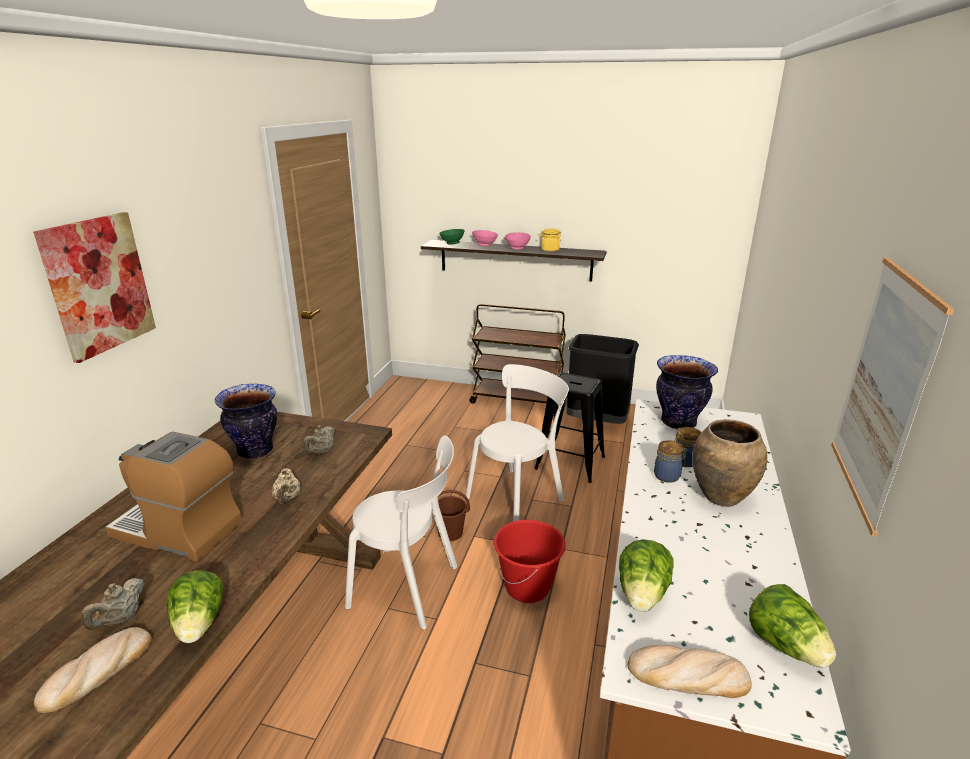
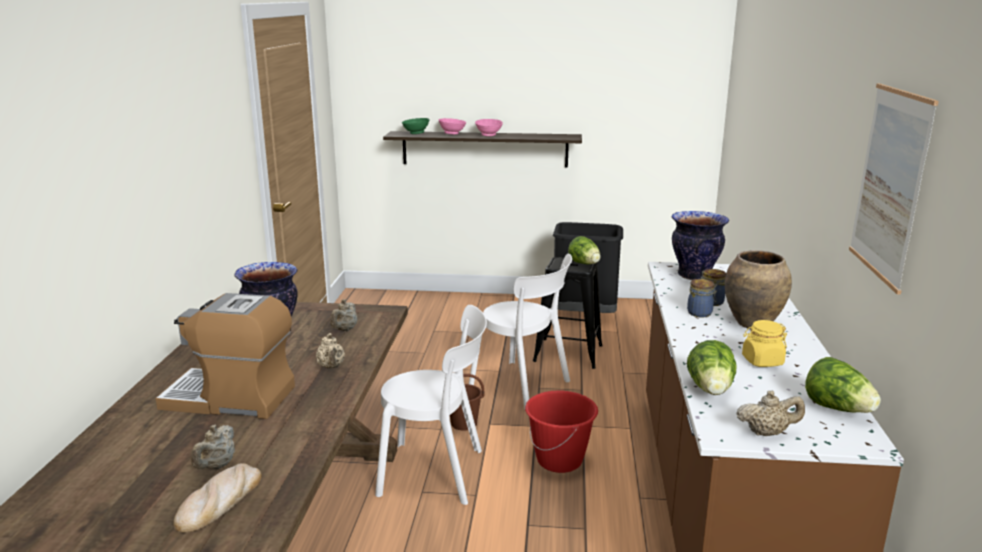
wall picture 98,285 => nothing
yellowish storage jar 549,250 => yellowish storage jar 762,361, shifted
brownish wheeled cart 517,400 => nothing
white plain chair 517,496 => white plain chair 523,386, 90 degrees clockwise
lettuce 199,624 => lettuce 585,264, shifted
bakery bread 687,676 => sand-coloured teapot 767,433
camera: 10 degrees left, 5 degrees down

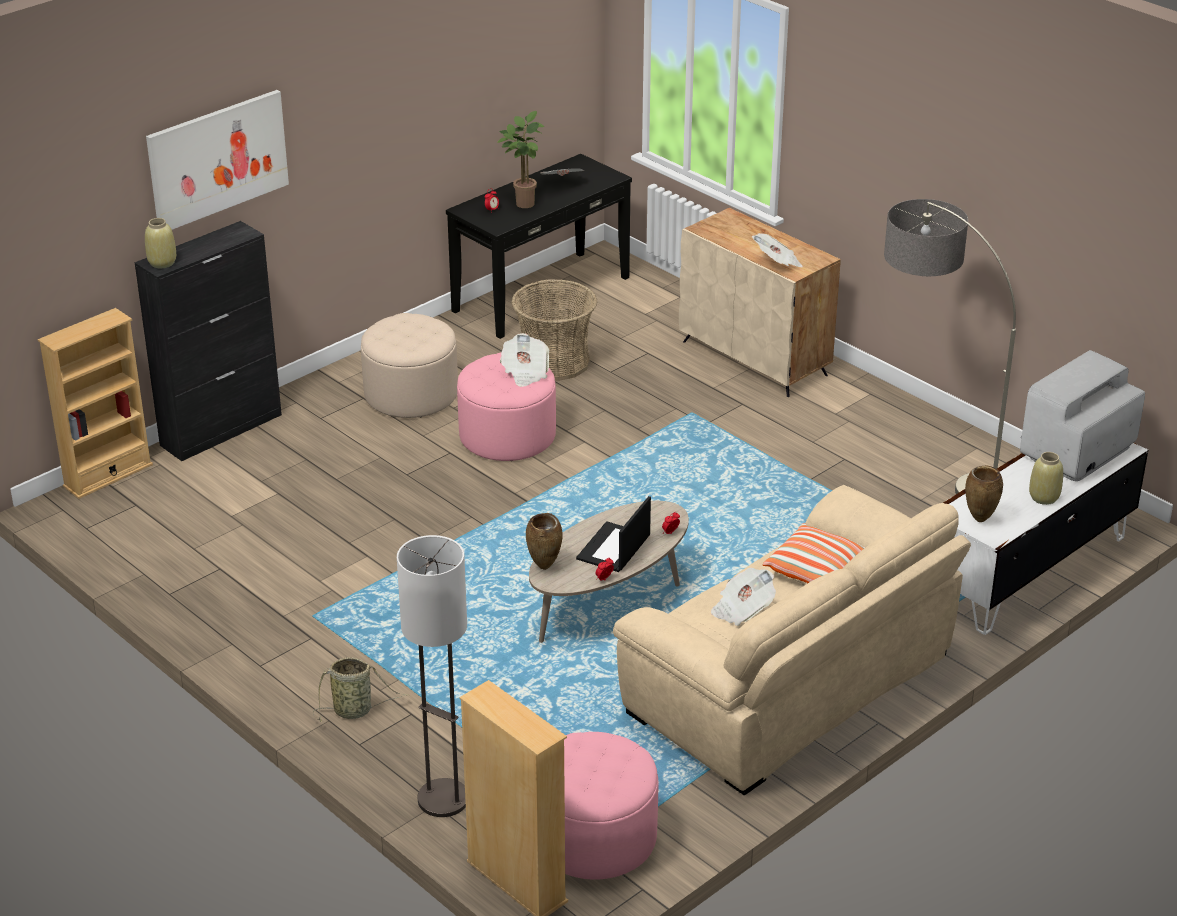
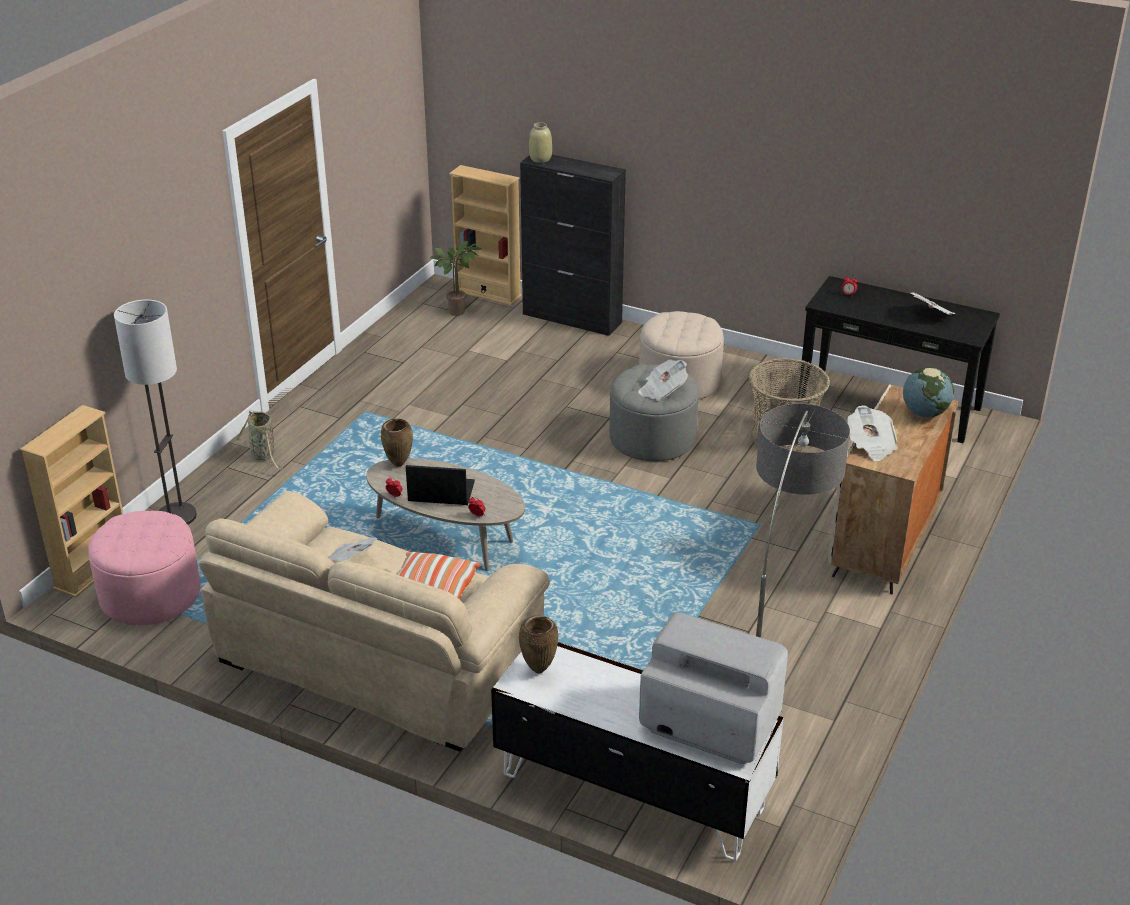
wall picture 217,160 => nothing
potted plant 523,202 => potted plant 458,311, shifted
pink-coloured footrest 507,435 => greyish footrest 652,438
sand-coloured flower vase 1044,497 => nothing
nothing => desk globe 924,413
camera: 70 degrees right, 0 degrees up

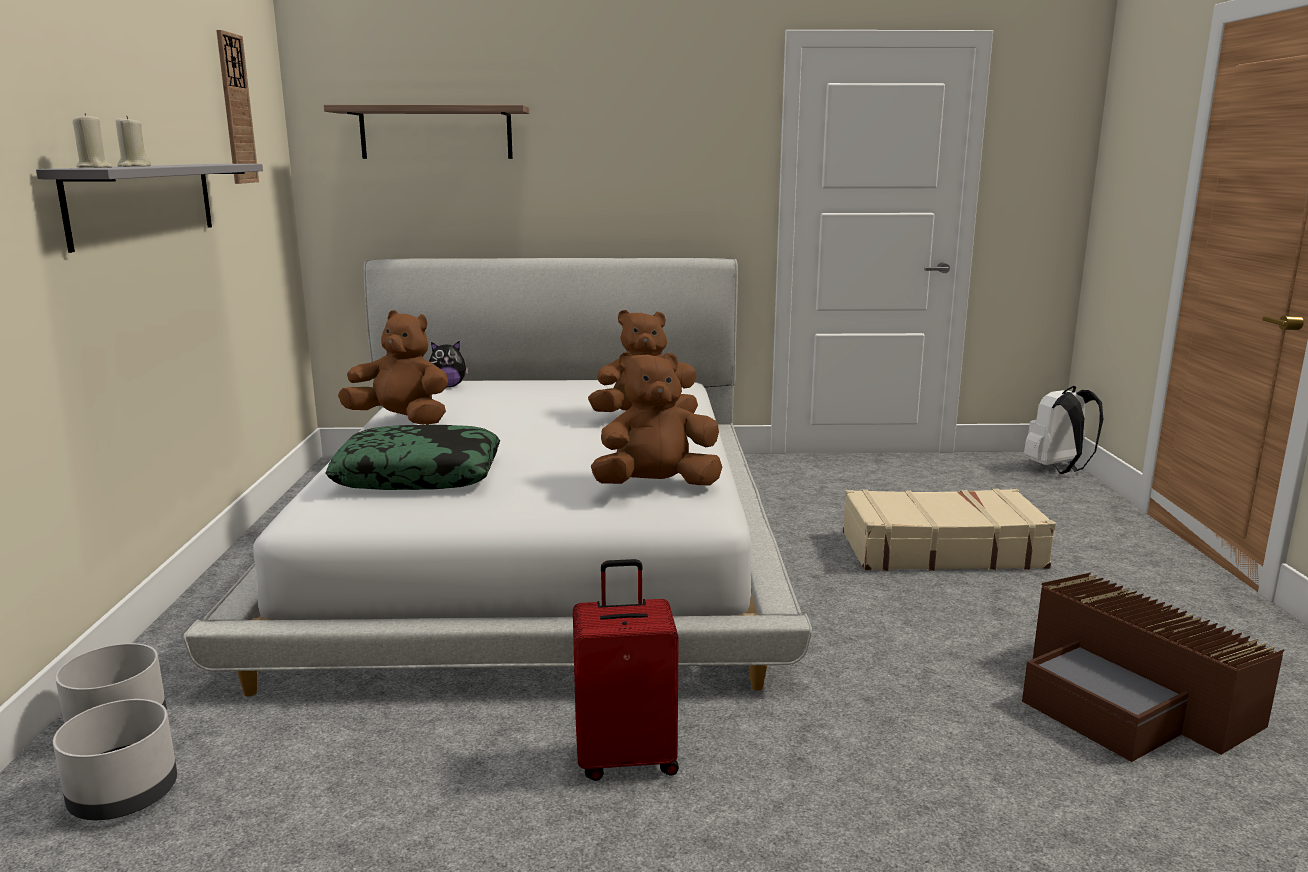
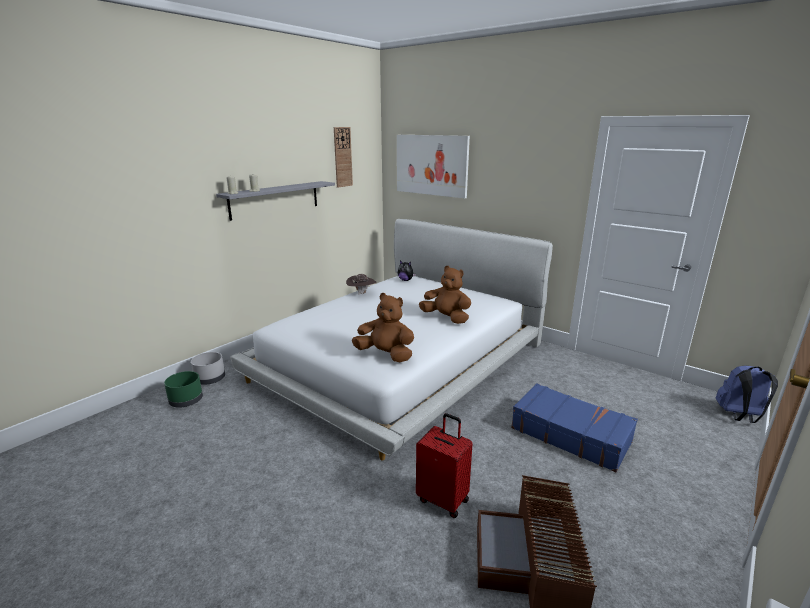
bracket shelf 436,133 => wall picture 431,165
brownish plush toy 401,420 => brownish wearable hat 361,293
white knapsack 1058,469 => blue-coloured knapsack 739,416
pillow 419,475 => nothing
sand-coloured travel case 940,550 => blue-coloured travel case 570,434
red travel case 626,758 => red travel case 443,499, shifted
greyish flower pot 124,796 => green-coloured flower pot 186,401
camera: 40 degrees right, 5 degrees up

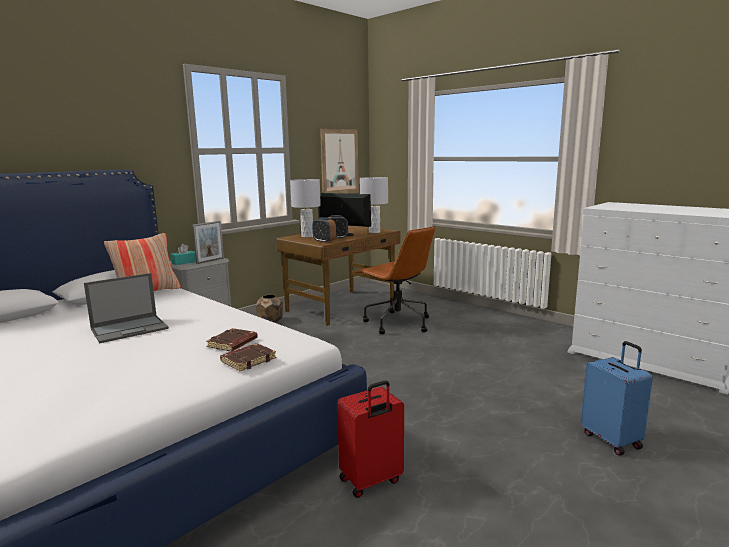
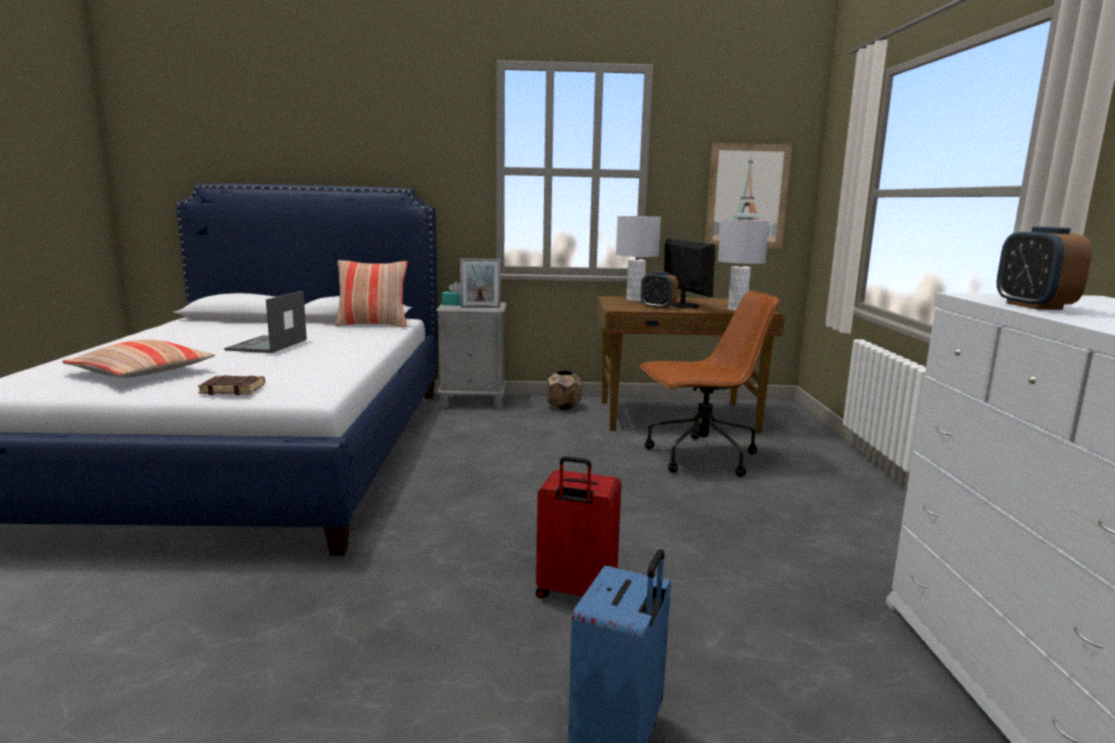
table clock 324,241 => table clock 1033,306, shifted
brownish office chair 396,323 => brownish office chair 700,457, 105 degrees counterclockwise
notebook computer 130,329 => notebook computer 267,345, 90 degrees clockwise
brownish book 233,343 => nothing
red travel case 371,481 => red travel case 575,593, shifted
nothing => pillow 143,373
camera: 45 degrees right, 0 degrees up

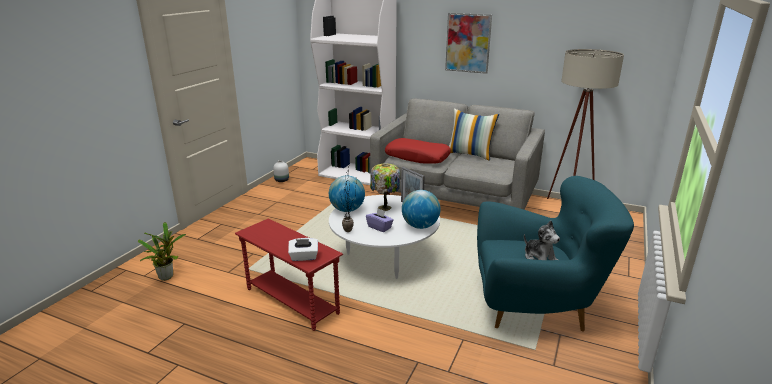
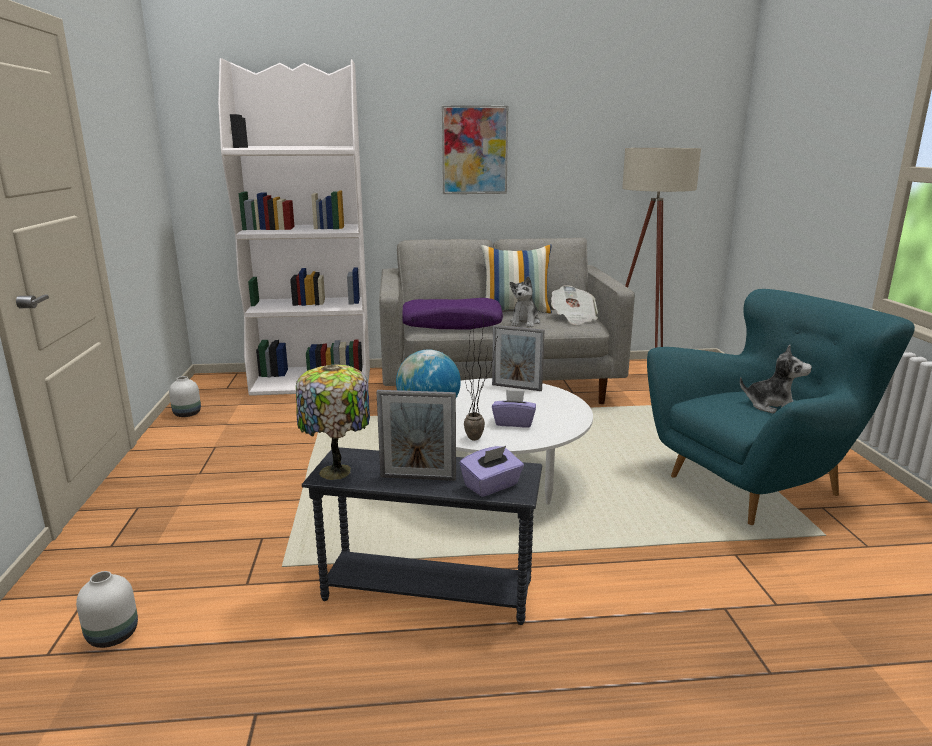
red pillow 417,157 => purplish pillow 452,324
tabletop lamp 384,208 => tabletop lamp 337,473, shifted
desk globe 420,226 => nothing
red side table 291,301 => greyish side table 427,592
potted plant 167,276 => white flower vase 111,635
white box of tissues 304,257 => purplish box of tissues 492,486
nothing => plush toy 525,322
nothing => daily paper 573,318
nothing => photo frame 418,478
camera: 30 degrees left, 5 degrees down

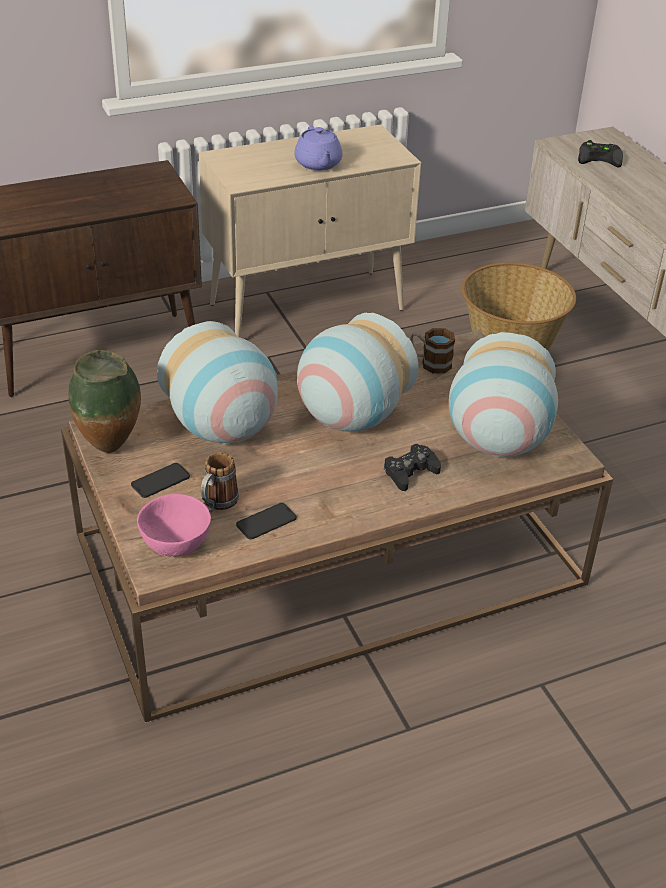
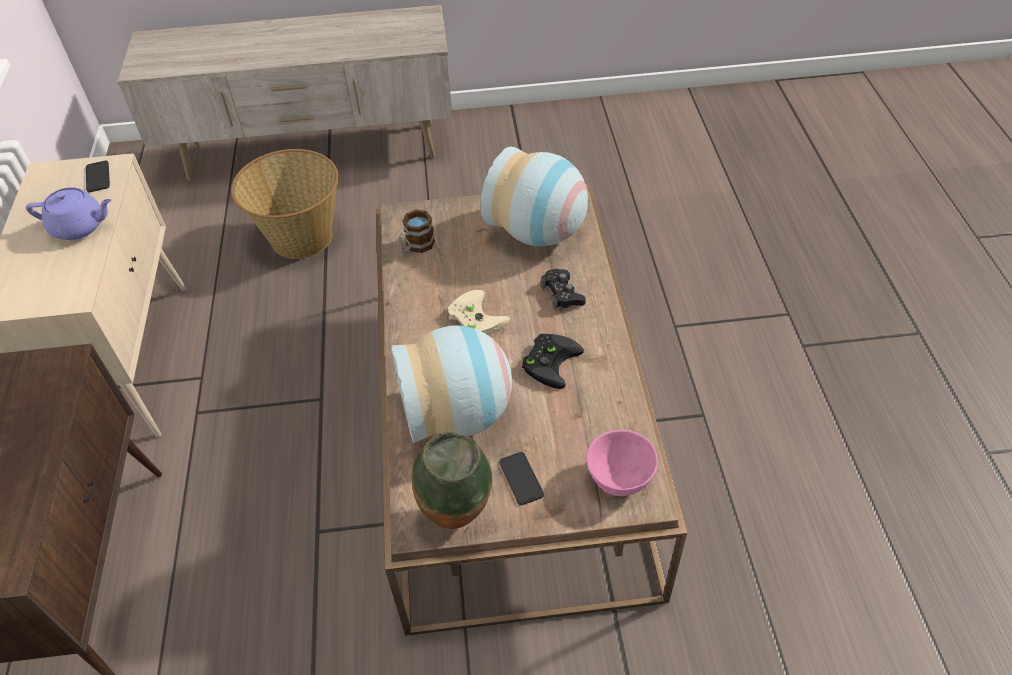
black-coloured game controller 601,157 => black-coloured game controller 550,360, shifted
flower vase 349,418 => sand-coloured game controller 474,317
tea mug 217,504 => nothing
telephone 266,521 => telephone 98,177, shifted
camera: 70 degrees left, 10 degrees up

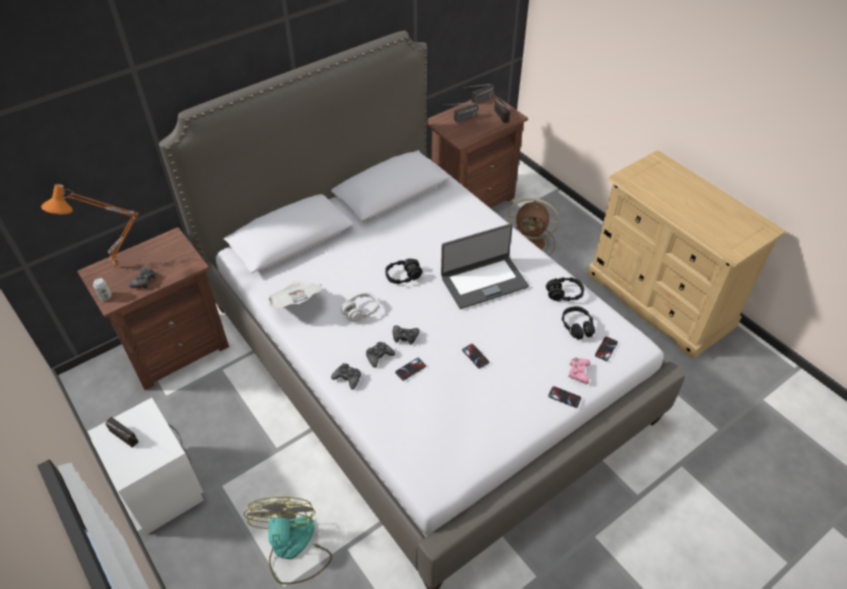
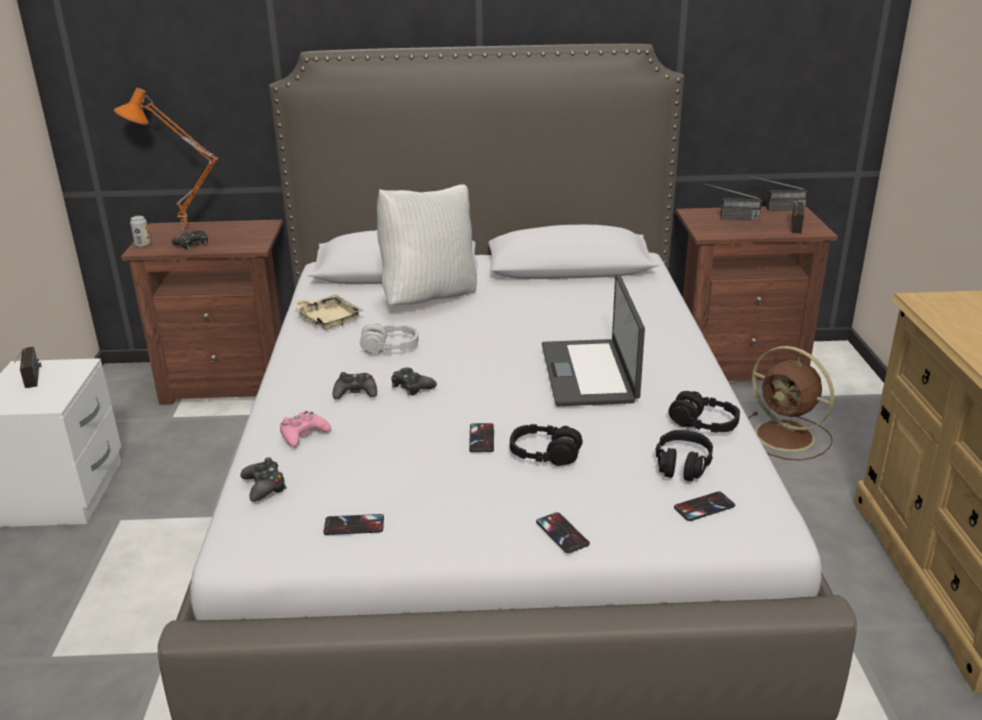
notebook computer 483,281 => notebook computer 590,373, 75 degrees clockwise
black-coloured pair of headphones 403,276 => black-coloured pair of headphones 545,454, shifted
daily paper 296,303 => sand-coloured carrying tray 328,319
telephone 410,369 => telephone 354,525, shifted
pink-coloured game controller 578,372 => pink-coloured game controller 303,435, shifted
black-coloured game controller 347,378 => black-coloured game controller 264,486, shifted
cooling fan 293,549 => nothing
nothing => white pillow 429,298
camera: 35 degrees right, 20 degrees down

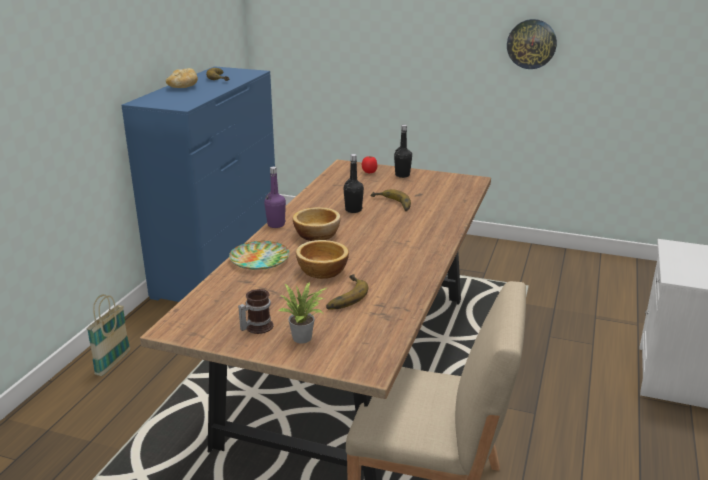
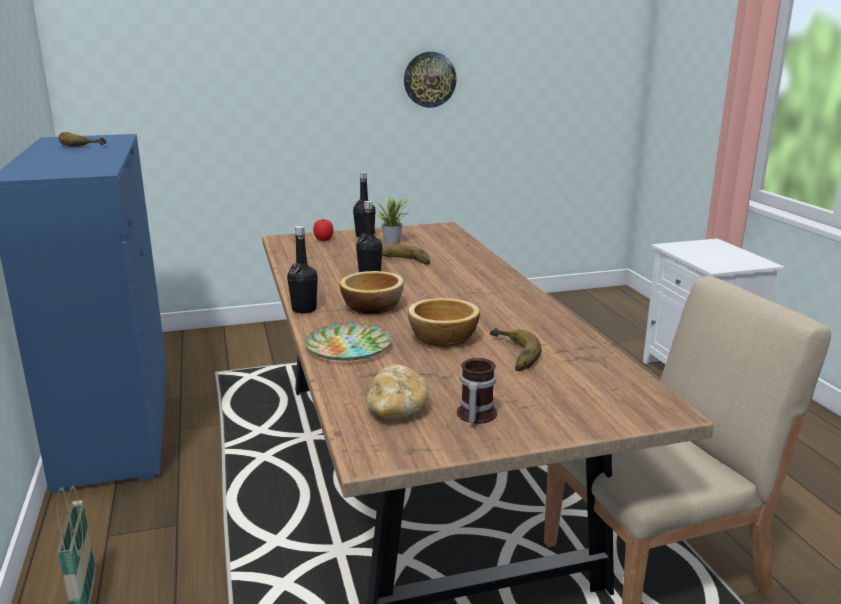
bakery bread 183,87 => bakery bread 396,409, shifted
purplish drink bottle 276,225 => black-coloured drink bottle 304,309
potted plant 305,338 => potted plant 394,241, shifted
camera: 35 degrees left, 5 degrees down

